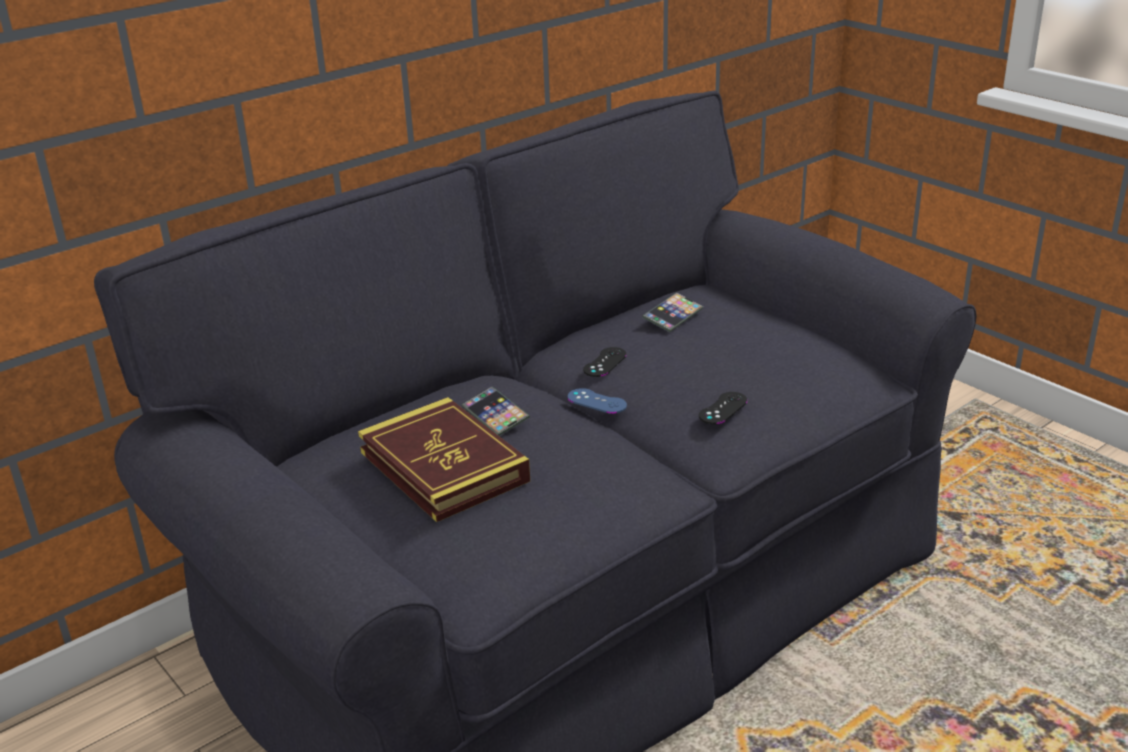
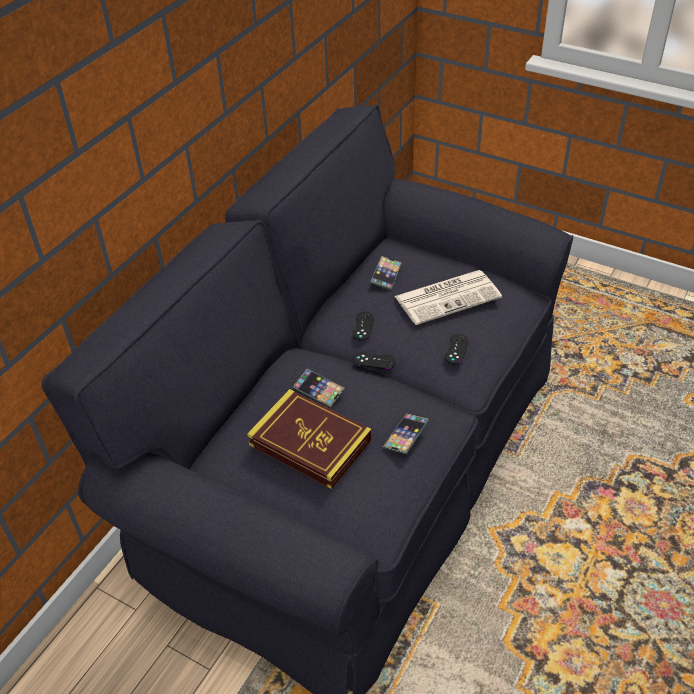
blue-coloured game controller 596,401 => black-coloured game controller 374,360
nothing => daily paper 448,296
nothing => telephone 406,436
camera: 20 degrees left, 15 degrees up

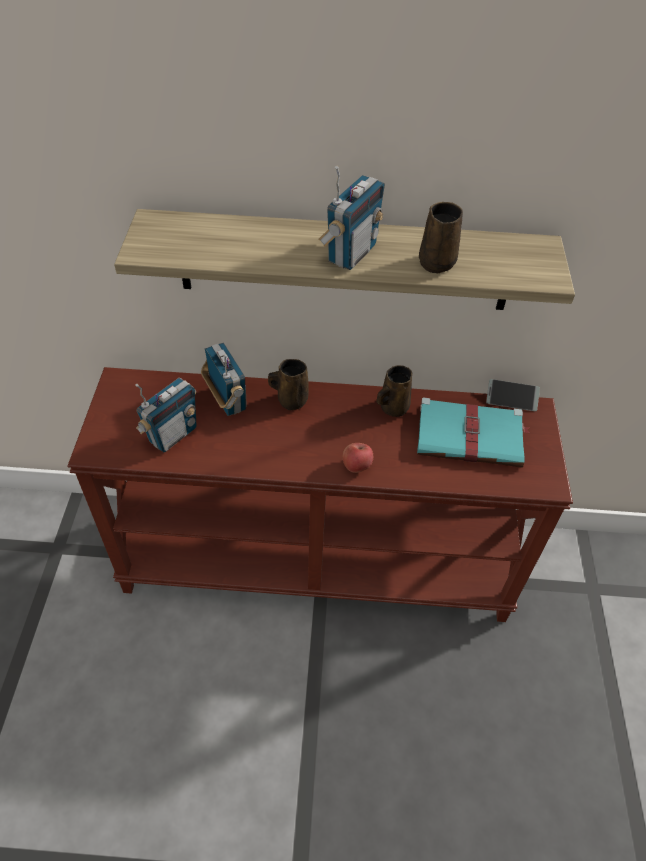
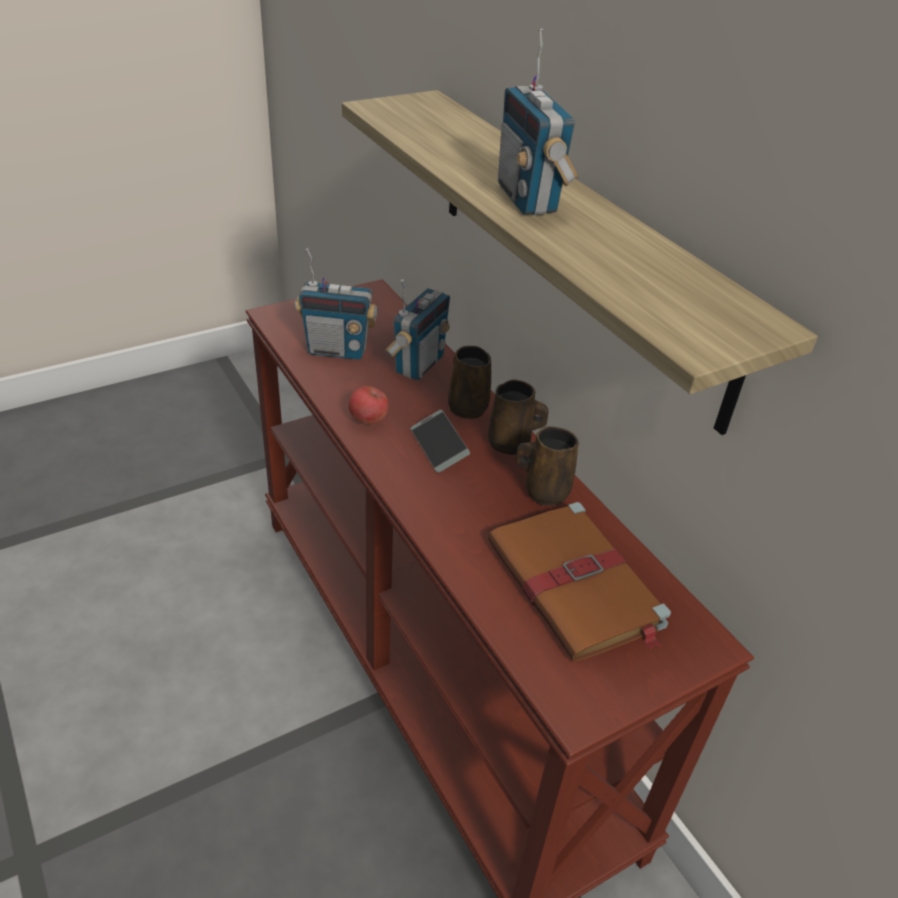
radio 351,253 => radio 528,199, 75 degrees clockwise
brownish tea mug 438,262 => brownish tea mug 511,444, shifted
telephone 511,399 => telephone 439,447, shifted
blue-green book 471,436 => brownish book 576,586
whole apple 356,466 => whole apple 368,420, shifted
camera: 55 degrees right, 10 degrees down

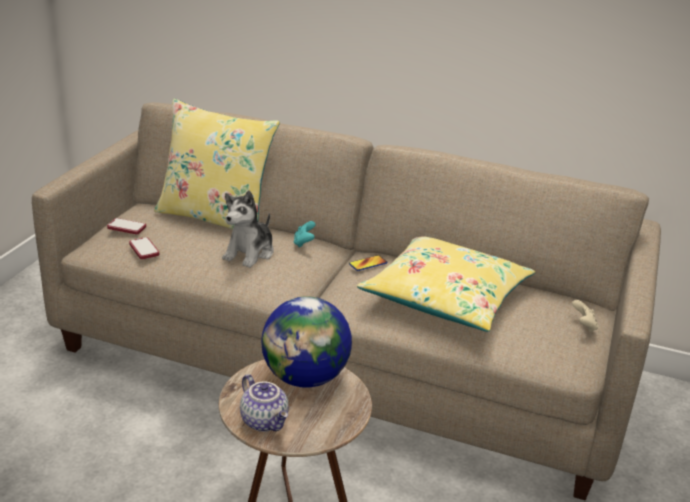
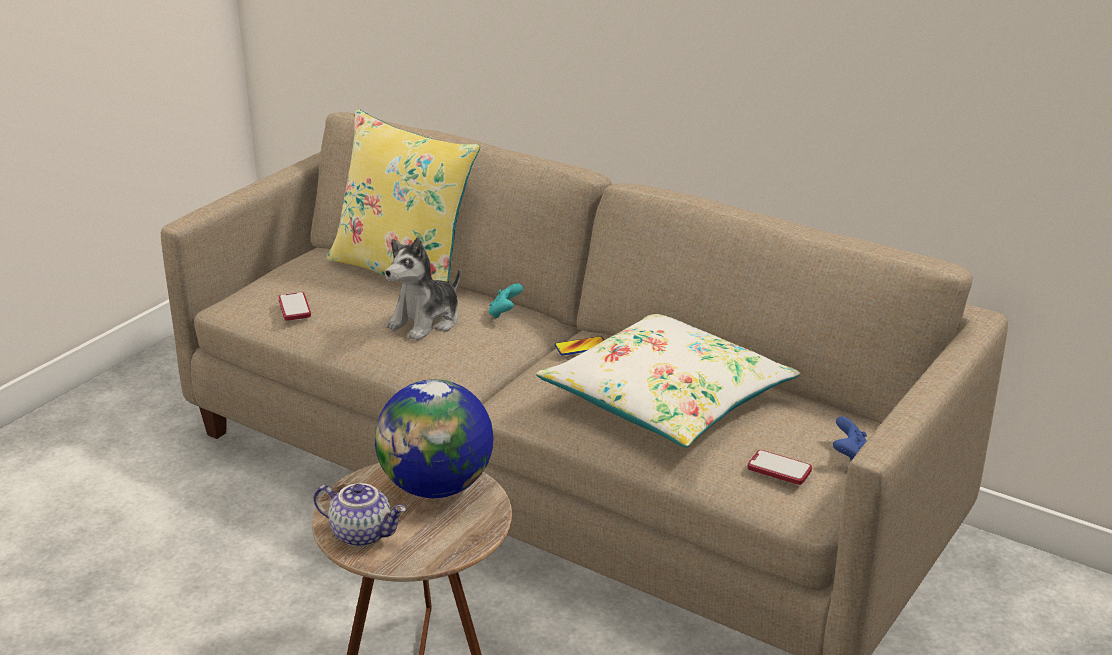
telephone 126,227 => telephone 779,469, shifted
yellowish pillow 446,297 => white pillow 667,399
sand-coloured game controller 583,326 => blue-coloured game controller 848,454
teapot 265,421 => teapot 363,534, 45 degrees counterclockwise
camera: 15 degrees right, 0 degrees up

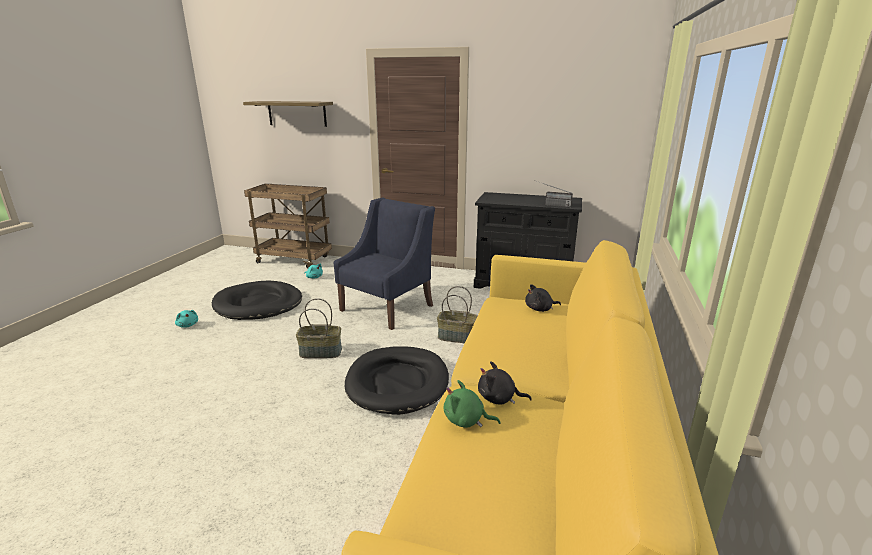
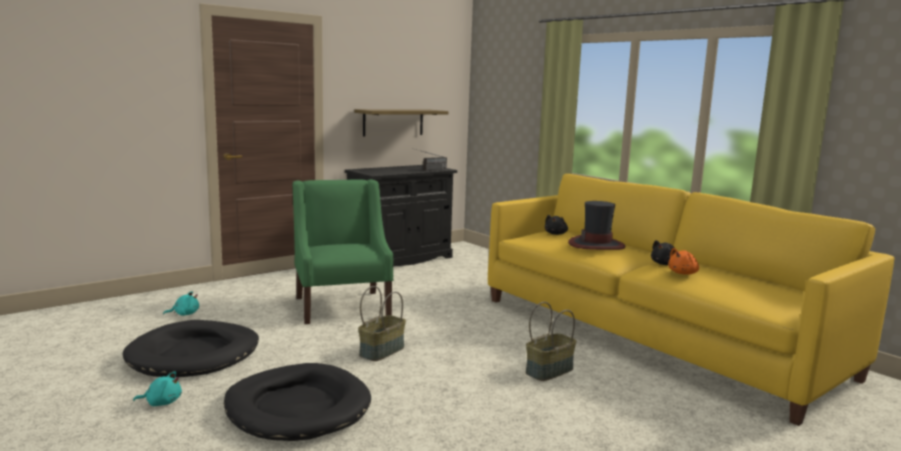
bracket shelf 297,113 => bracket shelf 393,122, shifted
brownish wheeled cart 295,260 => nothing
blue-coloured easy chair 388,307 => green-coloured easy chair 342,306
household basket 457,337 => household basket 549,370, shifted
black-coloured pet bed 397,383 => black-coloured pet bed 297,408, shifted
green-coloured plush toy 466,420 => orangey plush toy 683,273
nothing => wearable hat 596,245
camera: 55 degrees left, 10 degrees down

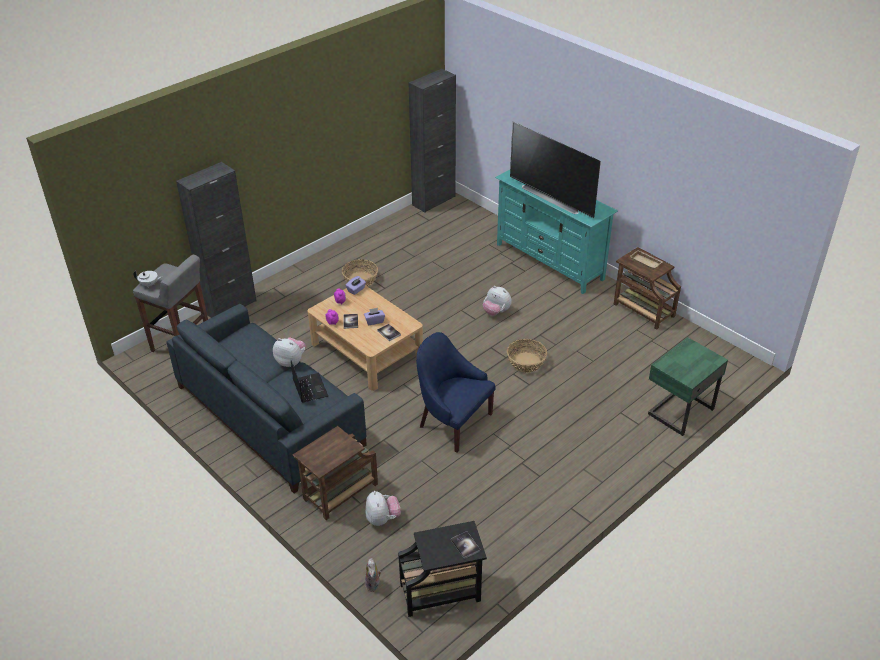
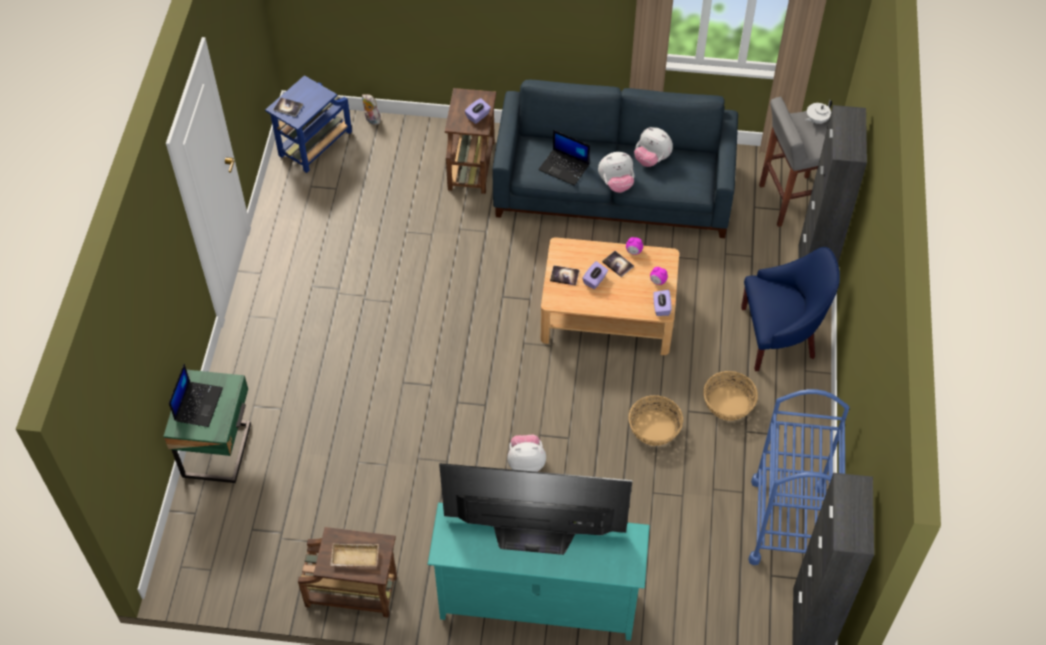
blue-coloured easy chair 452,422 => blue-coloured easy chair 780,336, shifted
household basket 526,362 => household basket 654,428, shifted
plush toy 382,519 => plush toy 651,159, shifted
black-coloured side table 442,592 => blue-coloured side table 314,145
nothing => purplish box of tissues 478,116
nothing => notebook computer 198,404
nothing => blue-coloured wheeled cart 787,524
camera: 140 degrees right, 15 degrees up

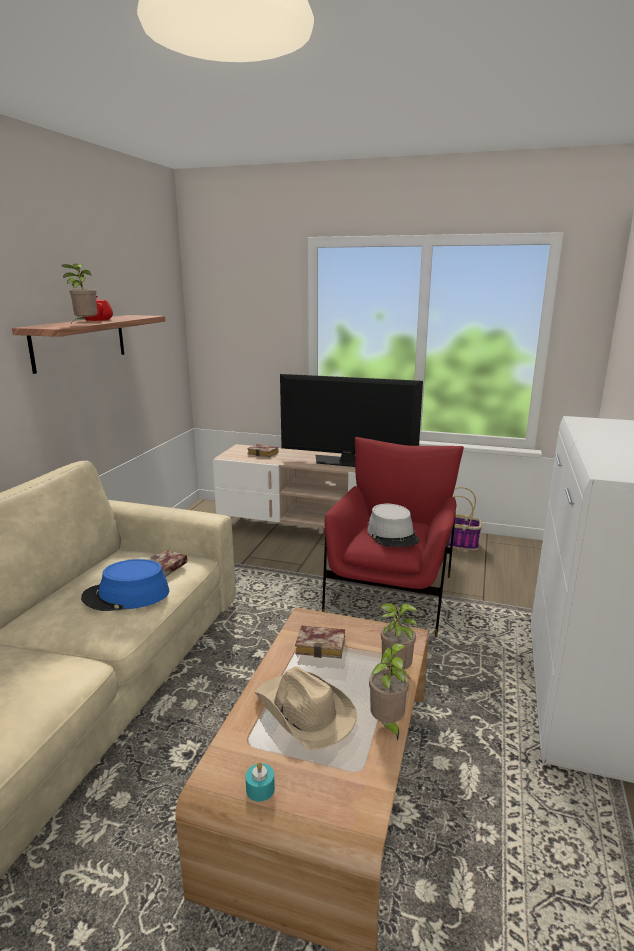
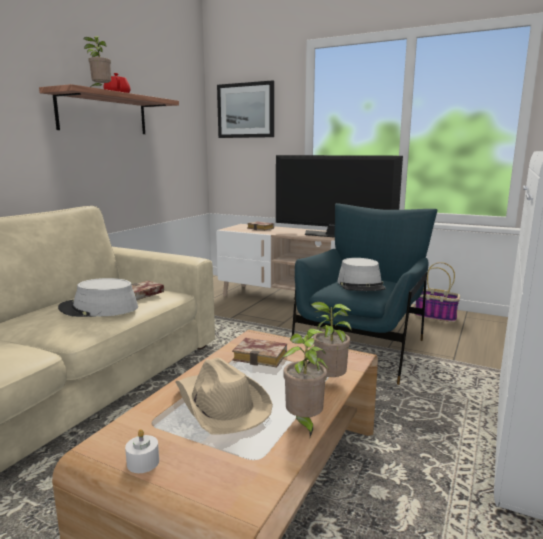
red easy chair 390,593 => blue-coloured easy chair 361,348
blue-coloured wearable hat 126,595 => greyish wearable hat 99,308
blue-green wax candle 260,789 => white wax candle 143,462
nothing => wall picture 246,110
camera: 10 degrees right, 5 degrees down

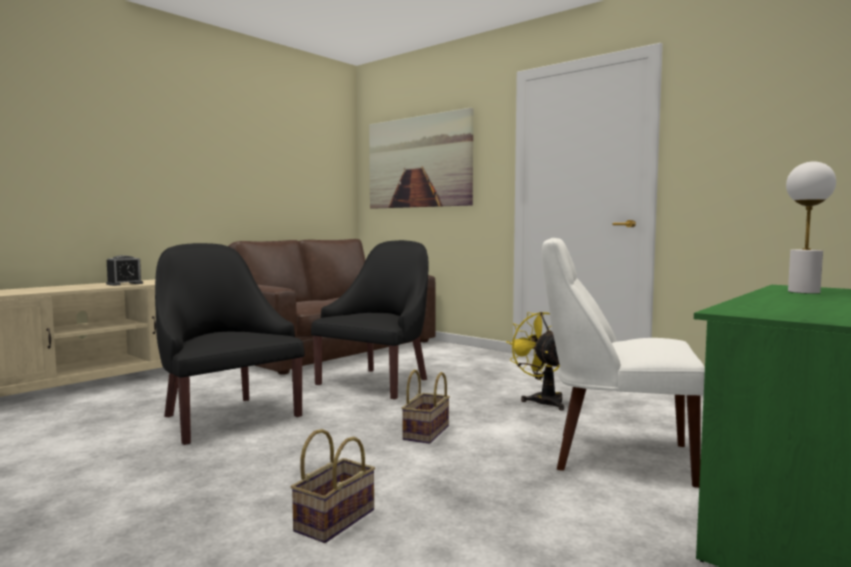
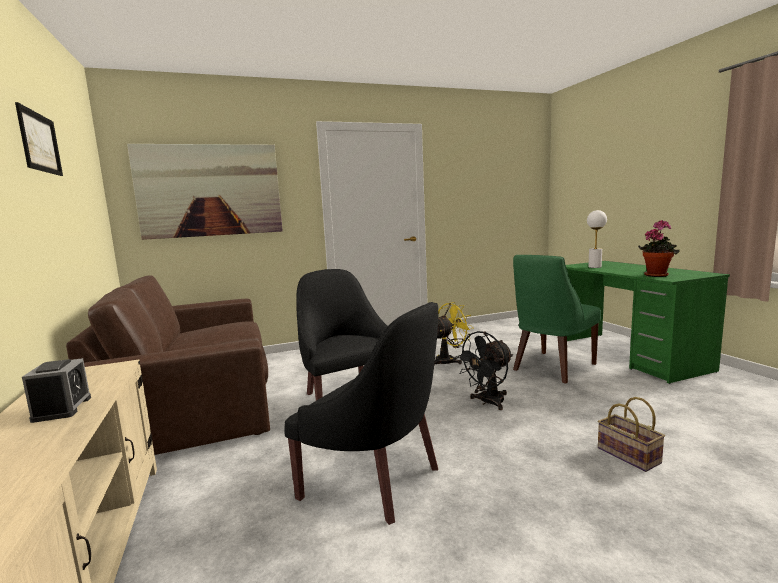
white plain chair 615,456 => green-coloured plain chair 551,368
black-coloured easy chair 225,417 => black-coloured easy chair 376,479, 135 degrees counterclockwise
yellowish cooling fan 543,400 => yellowish cooling fan 449,360, 135 degrees clockwise
household basket 427,433 => black-coloured cooling fan 487,402
nothing => wall picture 39,142
nothing => potted plant 657,275
camera: 60 degrees left, 5 degrees up

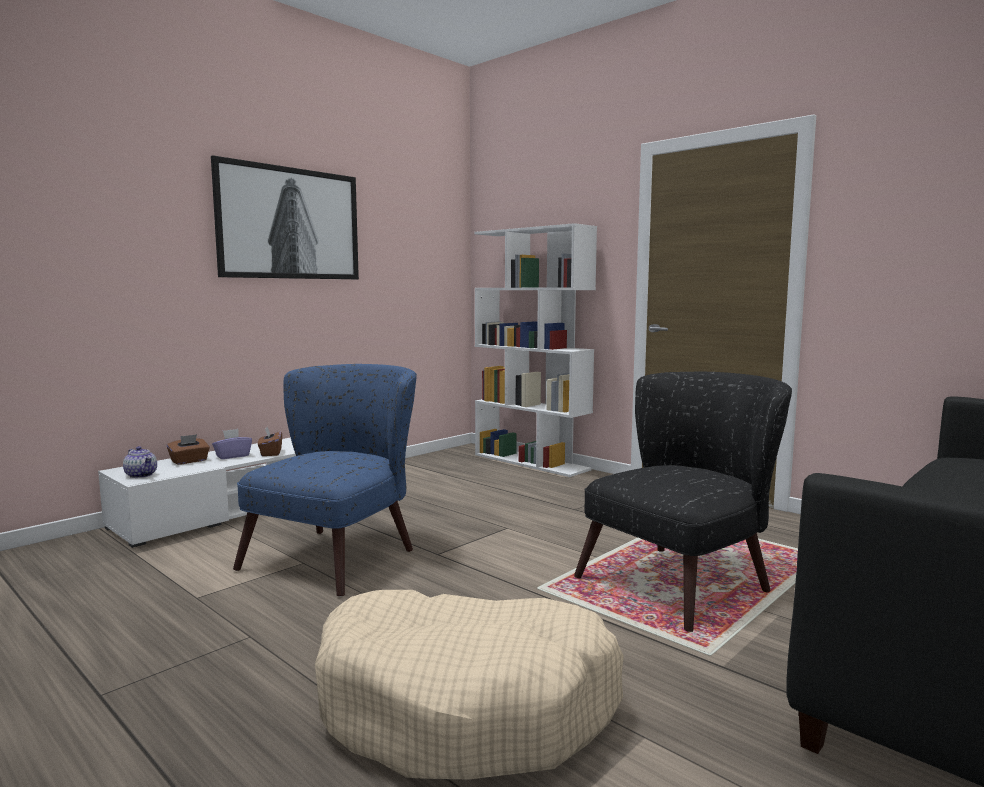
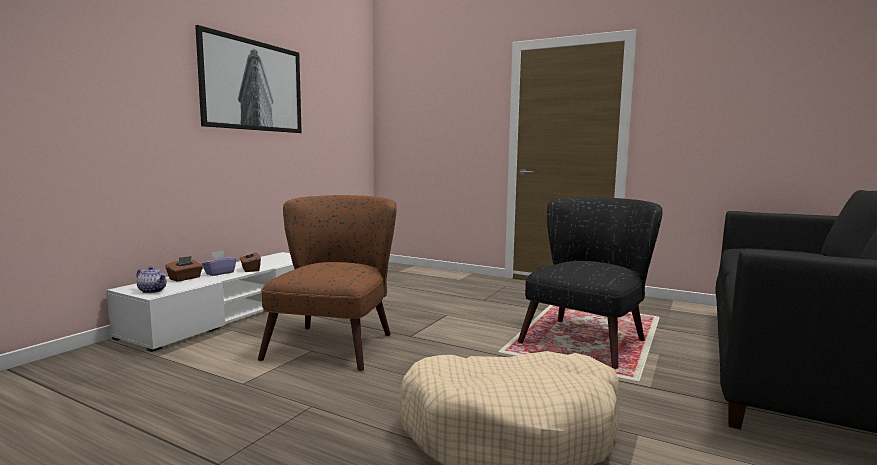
white bookcase 531,462 => nothing
blue-coloured easy chair 341,554 => brownish easy chair 336,342
camera: 15 degrees left, 0 degrees up

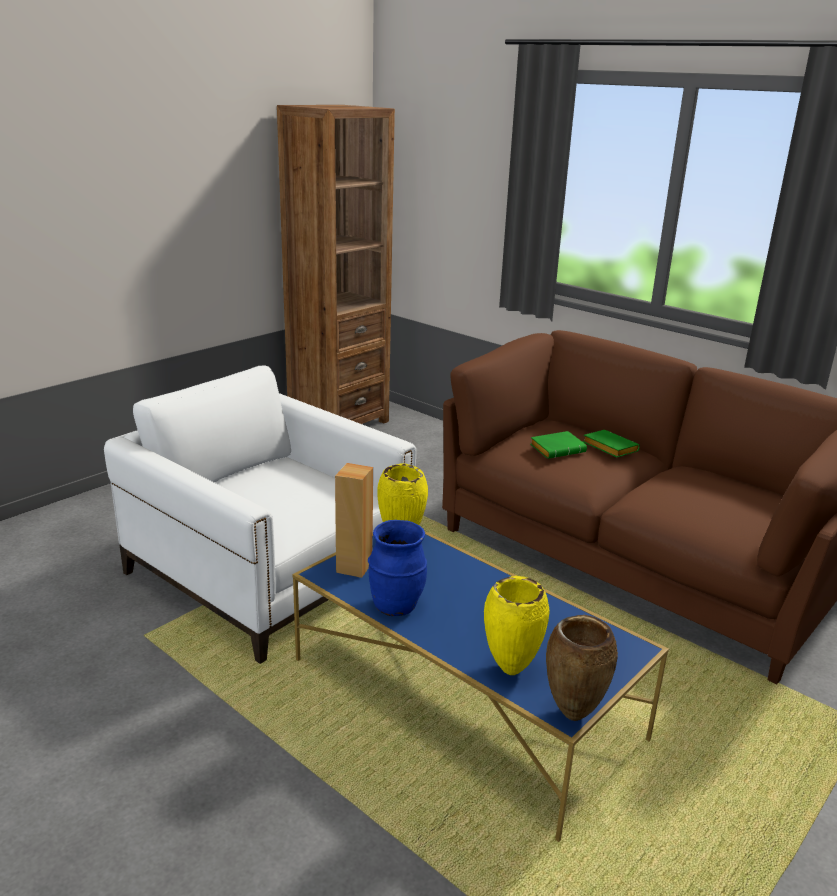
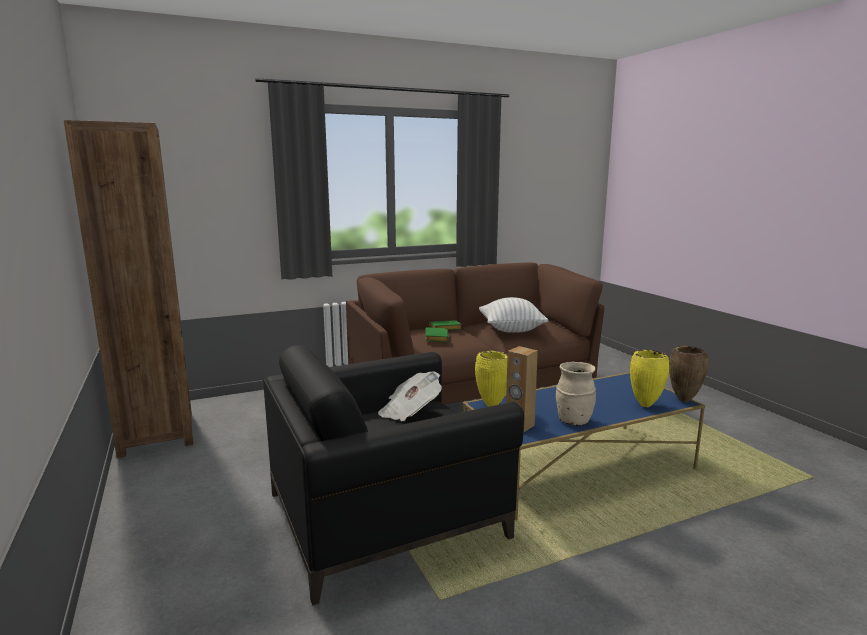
white easy chair 268,574 => black-coloured easy chair 386,514
blue-coloured flower vase 396,606 => sand-coloured flower vase 573,421
nothing => white pillow 511,330
nothing => daily paper 410,411
camera: 65 degrees left, 10 degrees down

